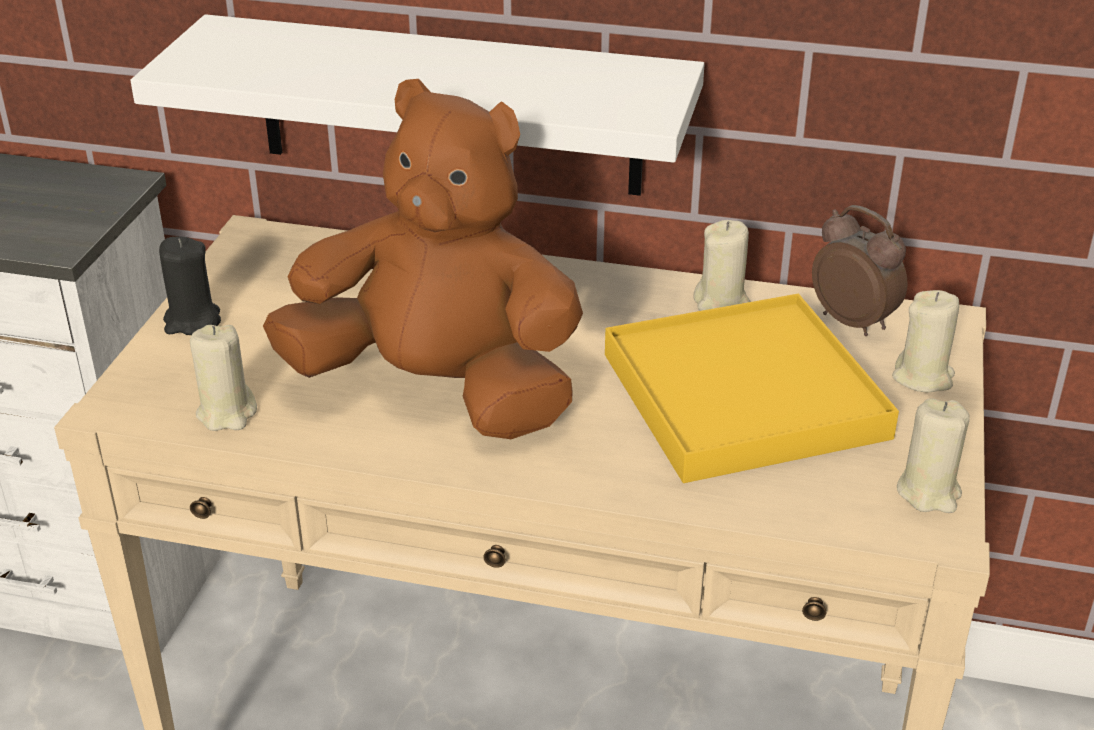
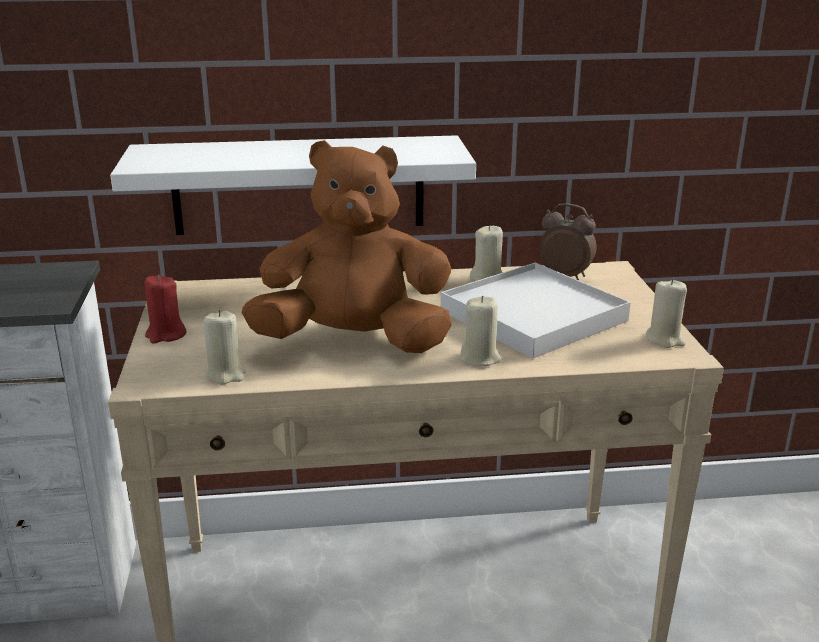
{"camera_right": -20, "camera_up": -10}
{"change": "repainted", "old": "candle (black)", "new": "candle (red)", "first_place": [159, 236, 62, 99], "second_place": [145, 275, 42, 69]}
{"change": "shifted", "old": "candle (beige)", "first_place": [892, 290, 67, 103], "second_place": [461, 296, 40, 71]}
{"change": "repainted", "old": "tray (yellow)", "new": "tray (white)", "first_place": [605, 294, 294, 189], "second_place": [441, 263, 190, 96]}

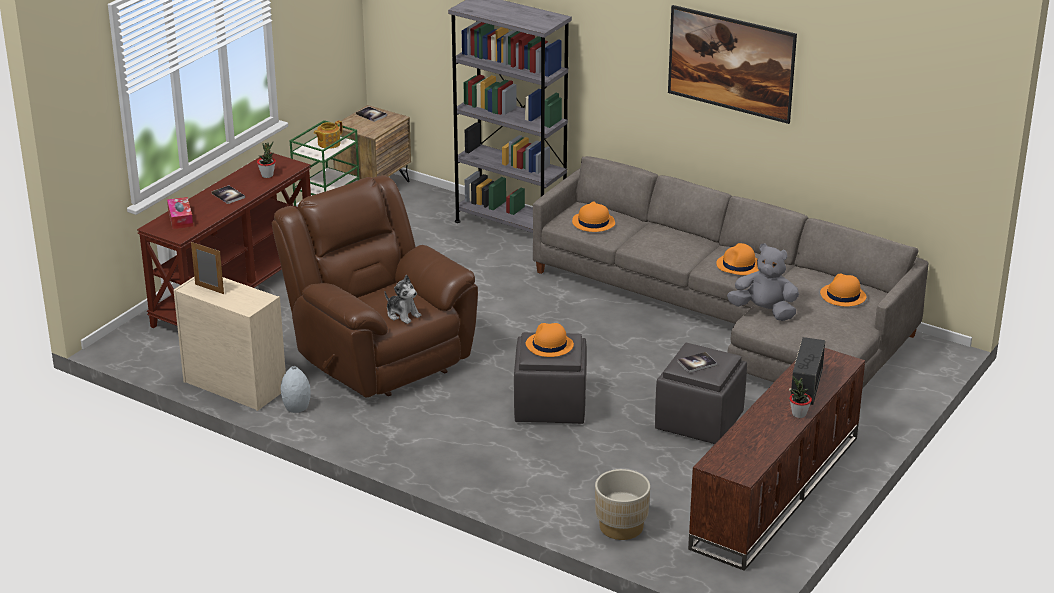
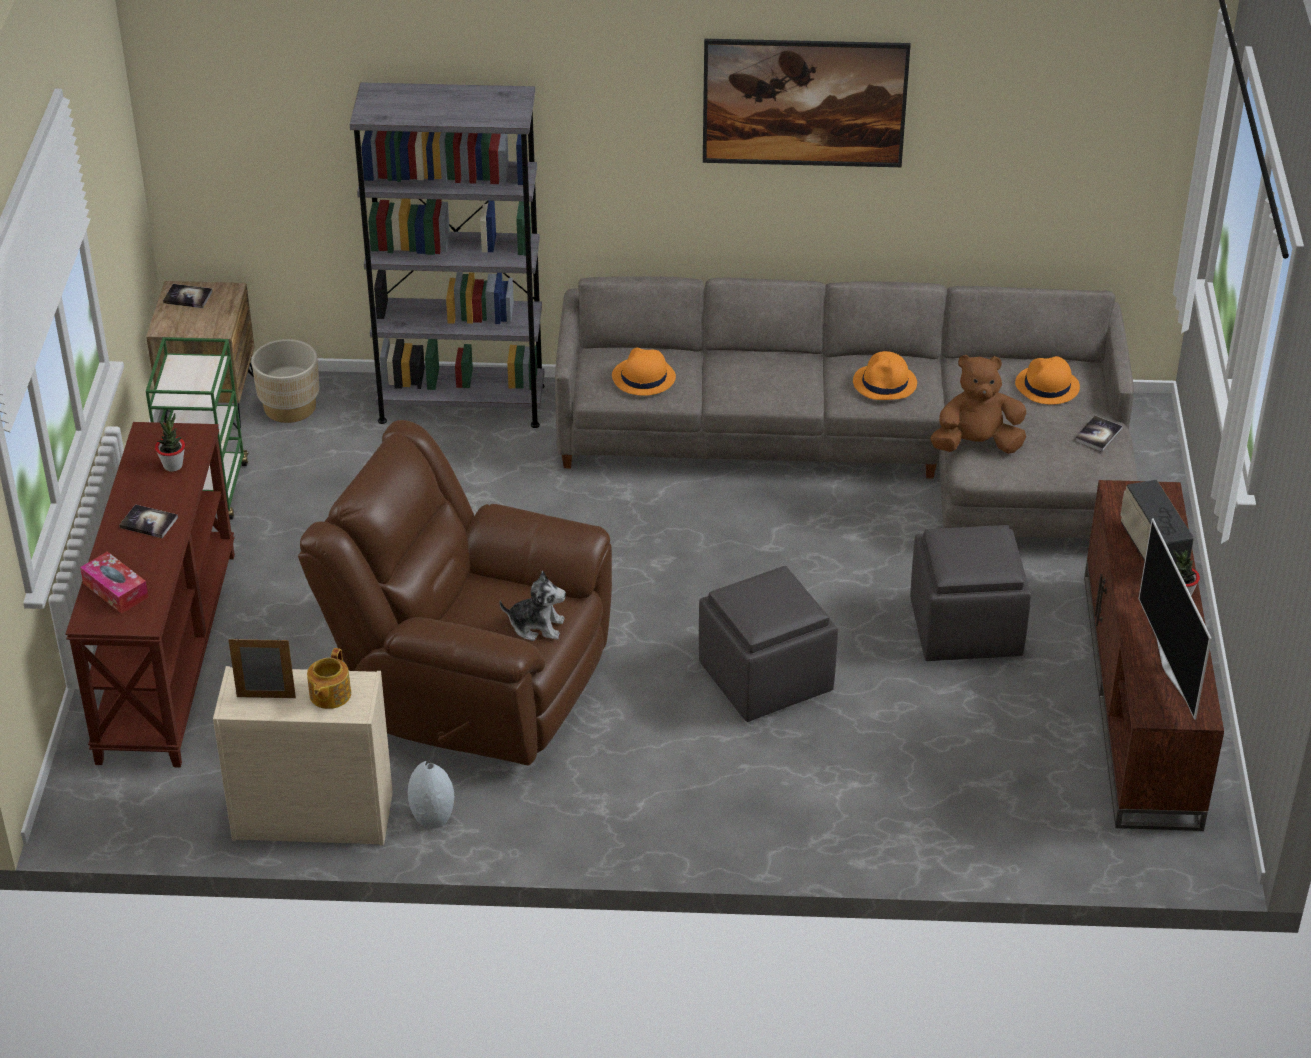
{"camera_right": -30, "camera_up": 10}
{"change": "shifted", "old": "teapot", "first_place": [314, 120, 29, 29], "second_place": [307, 648, 44, 61]}
{"change": "repainted", "old": "plush toy (grey)", "new": "plush toy (brown)", "first_place": [727, 243, 72, 78], "second_place": [930, 355, 96, 99]}
{"change": "gone", "old": "hat (orange)", "first_place": [526, 323, 48, 34]}
{"change": "shifted", "old": "book", "first_place": [677, 352, 40, 21], "second_place": [1074, 416, 49, 35]}
{"change": "shifted", "old": "planter (beige)", "first_place": [595, 469, 55, 71], "second_place": [252, 339, 67, 84]}
{"change": "new", "new": "television", "second_place": [1139, 518, 73, 202]}

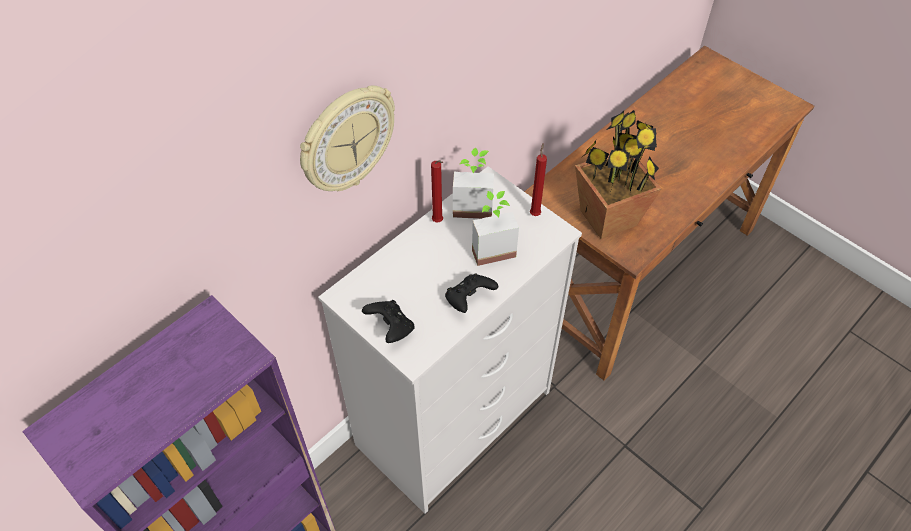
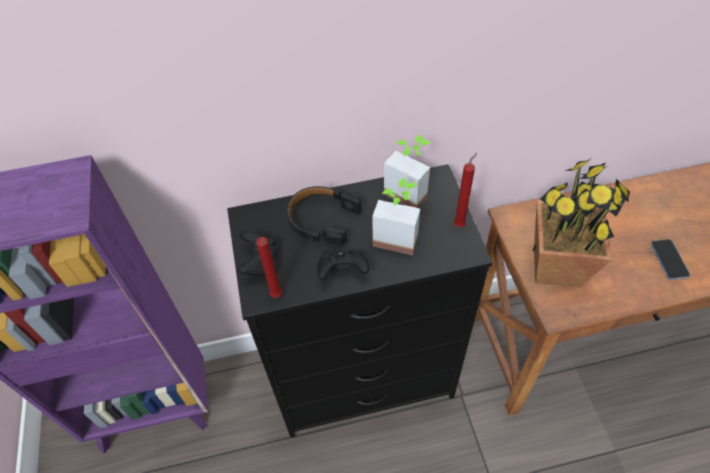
{"camera_right": 35, "camera_up": 0}
{"change": "gone", "old": "wall clock", "first_place": [300, 85, 95, 106]}
{"change": "shifted", "old": "candle (red)", "first_place": [431, 160, 12, 62], "second_place": [256, 237, 26, 61]}
{"change": "repainted", "old": "dresser (white)", "new": "dresser (black)", "first_place": [318, 166, 264, 348], "second_place": [227, 164, 266, 274]}
{"change": "new", "new": "headphones (black)", "second_place": [287, 186, 74, 60]}
{"change": "new", "new": "phone", "second_place": [650, 239, 40, 41]}

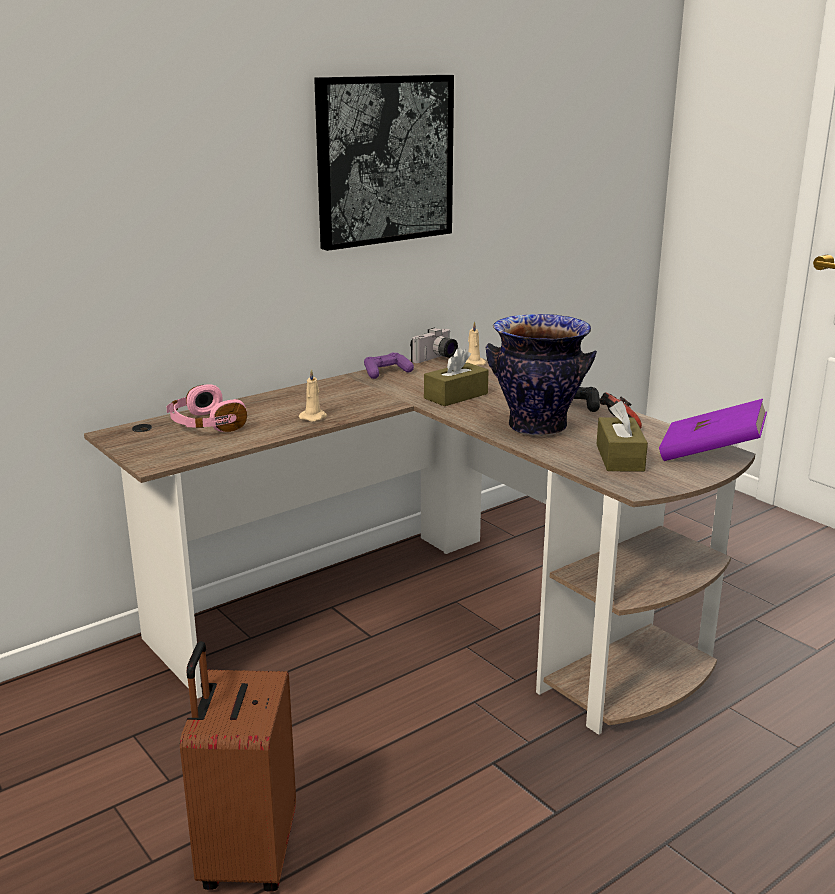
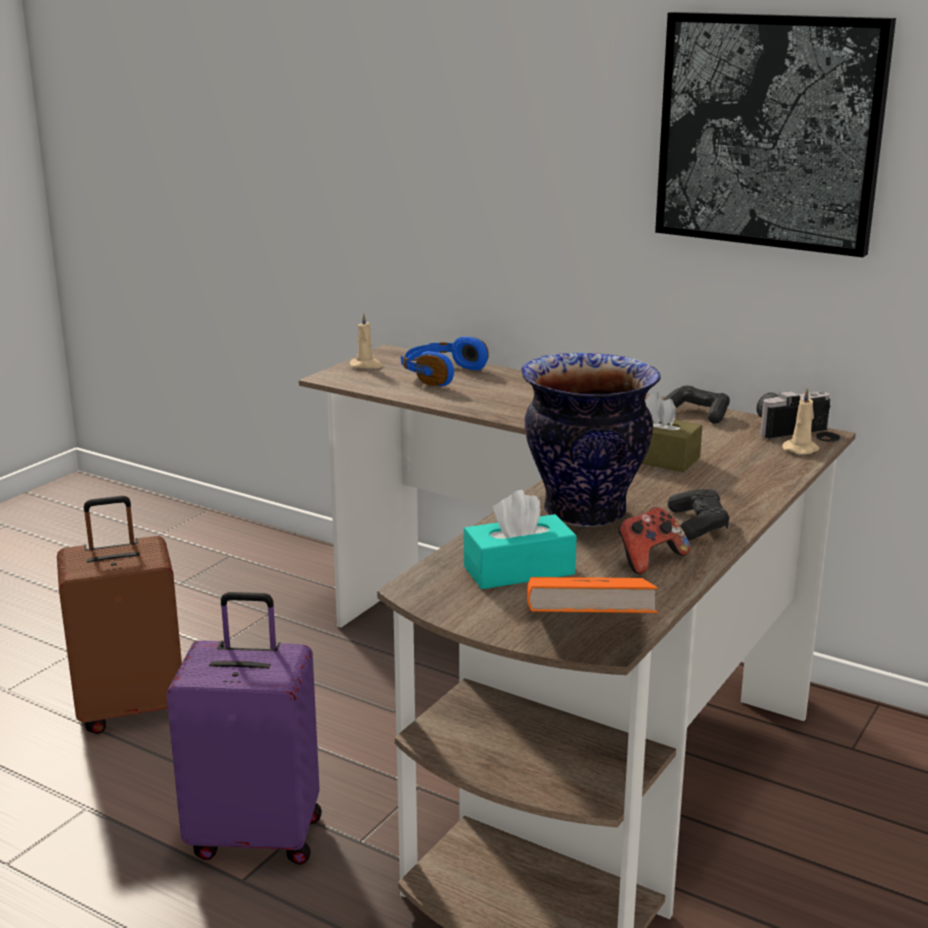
{"camera_right": 70, "camera_up": 0}
{"change": "rotated", "old": "photo camera", "first_place": [410, 328, 48, 35], "second_place": [757, 391, 73, 47], "degrees": 135}
{"change": "repainted", "old": "game controller (purple)", "new": "game controller (black)", "first_place": [364, 353, 50, 26], "second_place": [663, 386, 67, 38]}
{"change": "shifted", "old": "candle (beige)", "first_place": [299, 369, 28, 53], "second_place": [350, 313, 33, 56]}
{"change": "repainted", "old": "headphones (pink)", "new": "headphones (blue)", "first_place": [167, 385, 80, 47], "second_place": [401, 337, 87, 49]}
{"change": "repainted", "old": "book (purple)", "new": "book (orange)", "first_place": [659, 399, 108, 62], "second_place": [527, 577, 130, 36]}
{"change": "repainted", "old": "tissue box (brown)", "new": "tissue box (turquoise)", "first_place": [596, 401, 52, 71], "second_place": [464, 490, 113, 99]}
{"change": "new", "new": "suitcase (purple)", "second_place": [166, 592, 156, 272]}

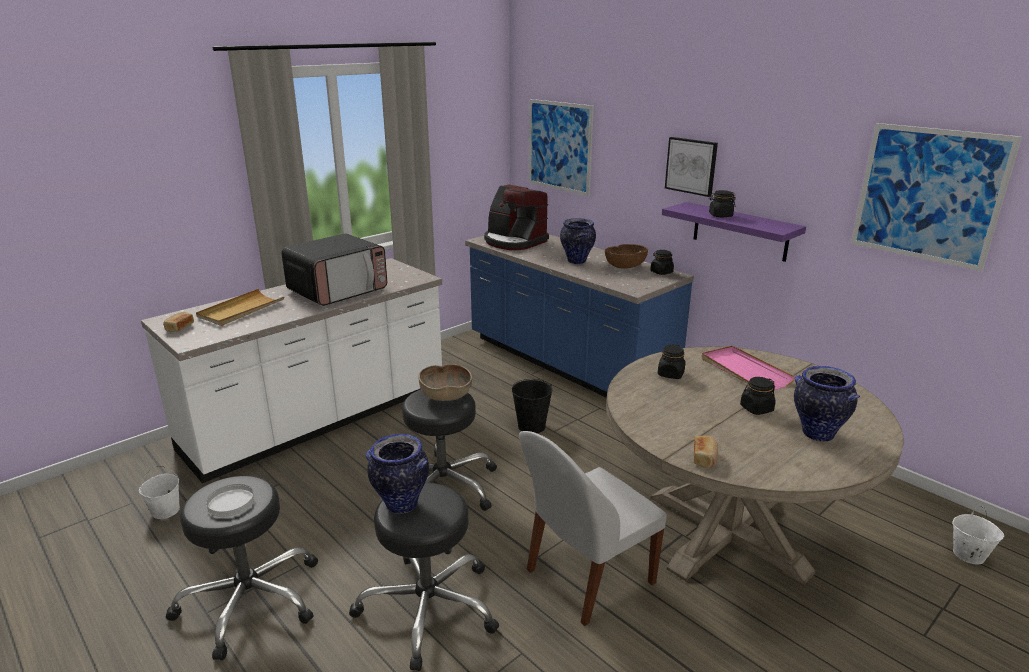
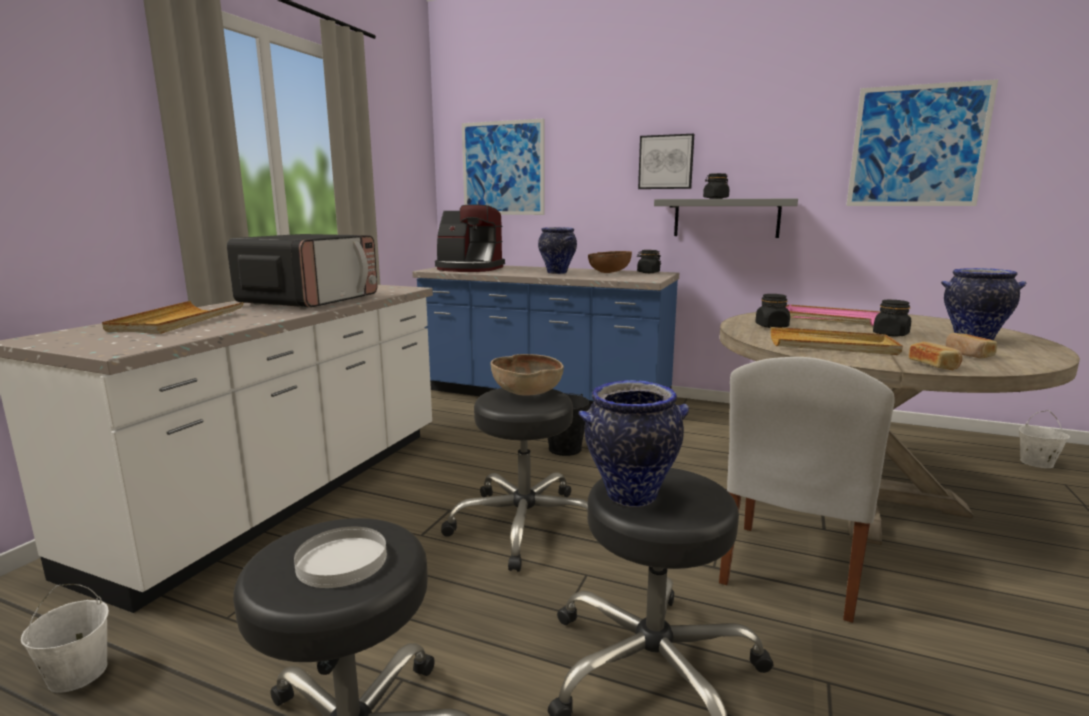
{"camera_right": -25, "camera_up": -10}
{"change": "repainted", "old": "shelf (purple)", "new": "shelf (grey)", "first_place": [662, 202, 144, 60], "second_place": [654, 199, 144, 39]}
{"change": "shifted", "old": "bread", "first_place": [163, 312, 31, 20], "second_place": [946, 333, 51, 26]}
{"change": "new", "new": "tray (beige)", "second_place": [770, 327, 133, 28]}

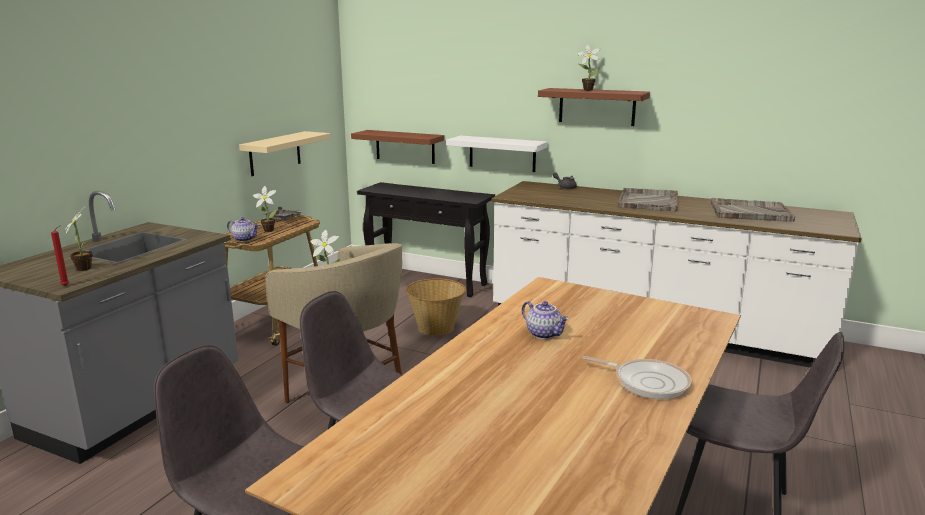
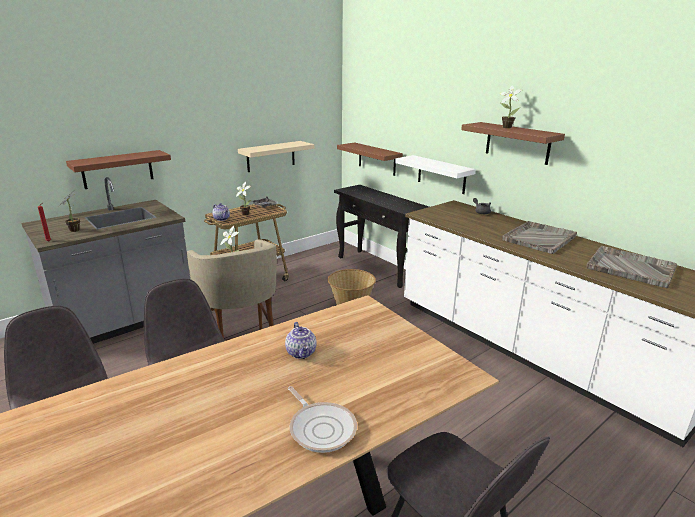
{"camera_right": 25, "camera_up": 5}
{"change": "new", "new": "shelf (brown)", "second_place": [66, 150, 105, 39]}

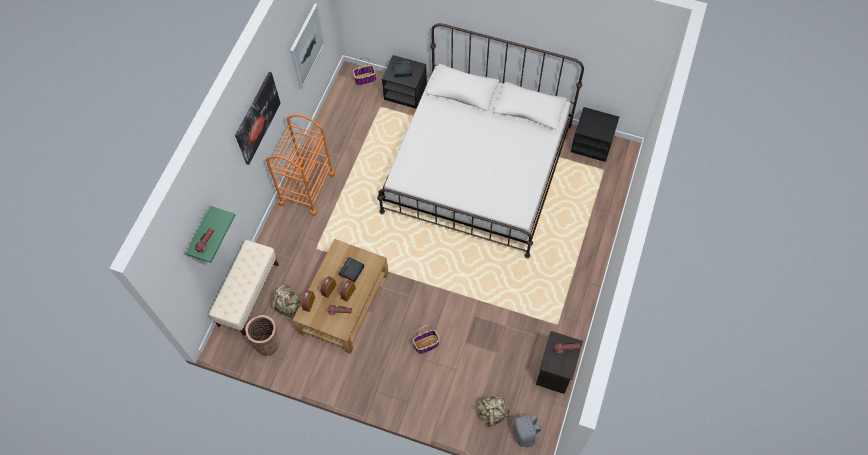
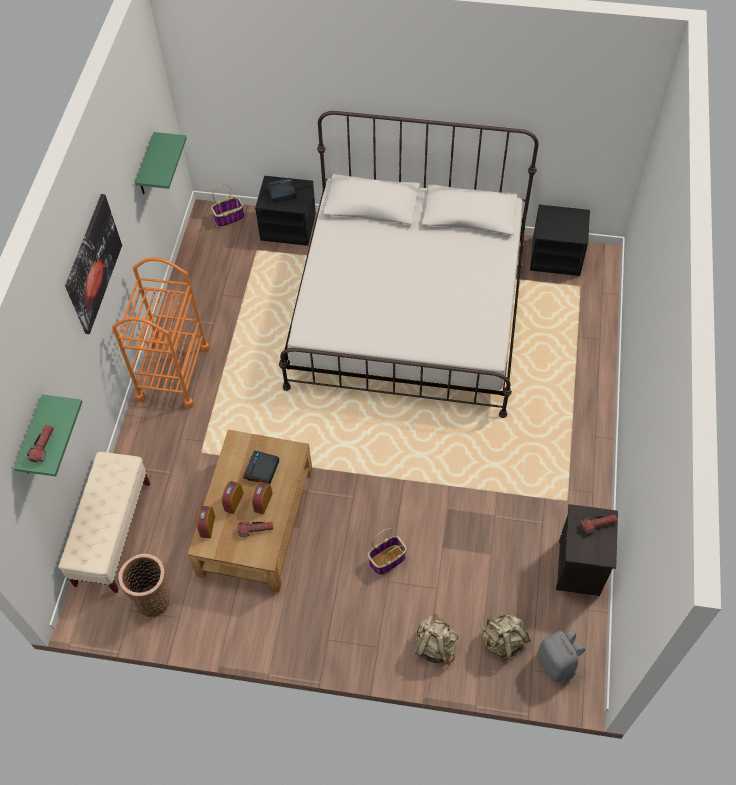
{"camera_right": -10, "camera_up": -5}
{"change": "swapped", "old": "picture", "new": "shelf (green)", "first_place": [290, 4, 35, 85], "second_place": [135, 132, 52, 62]}
{"change": "shifted", "old": "backpack (beige)", "first_place": [272, 285, 28, 33], "second_place": [415, 614, 43, 51]}

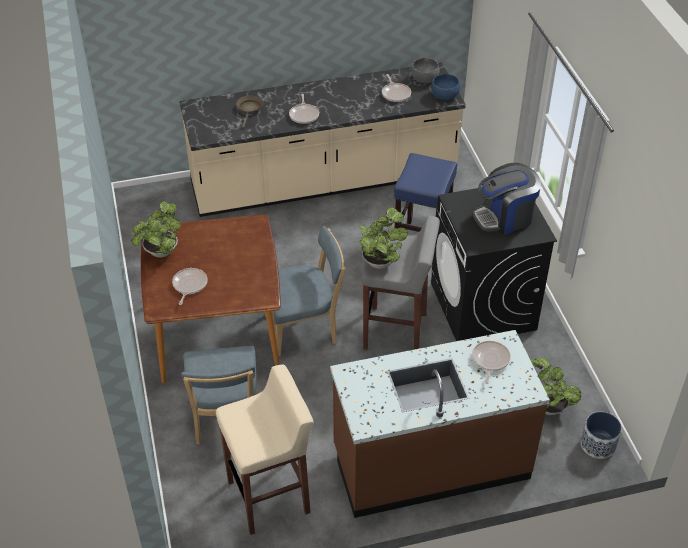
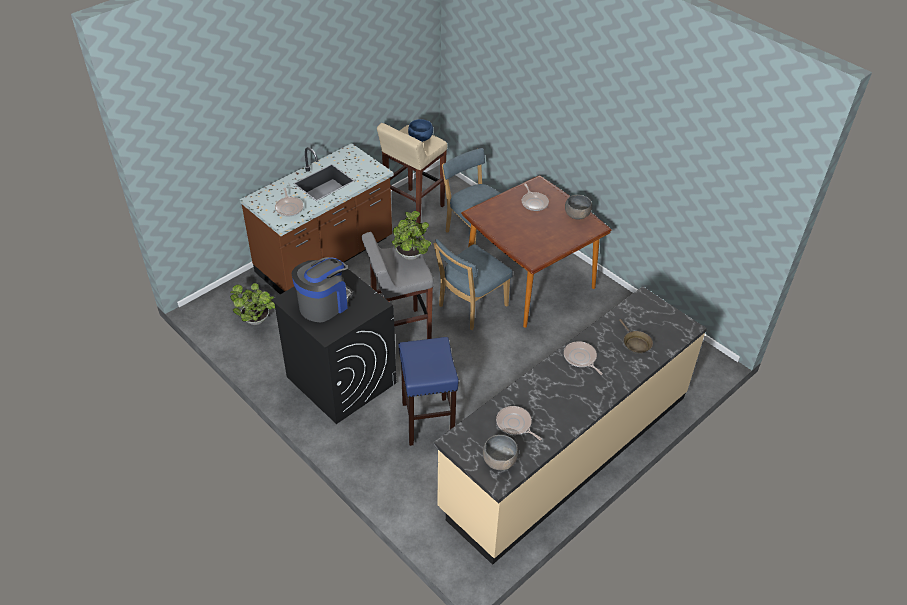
{"camera_right": 150, "camera_up": 0}
{"change": "shifted", "old": "bowl (blue)", "first_place": [431, 74, 29, 26], "second_place": [408, 119, 25, 23]}
{"change": "swapped", "old": "potted plant", "new": "bowl (grey)", "first_place": [131, 201, 50, 57], "second_place": [565, 195, 27, 24]}
{"change": "gone", "old": "planter", "first_place": [581, 412, 41, 47]}

